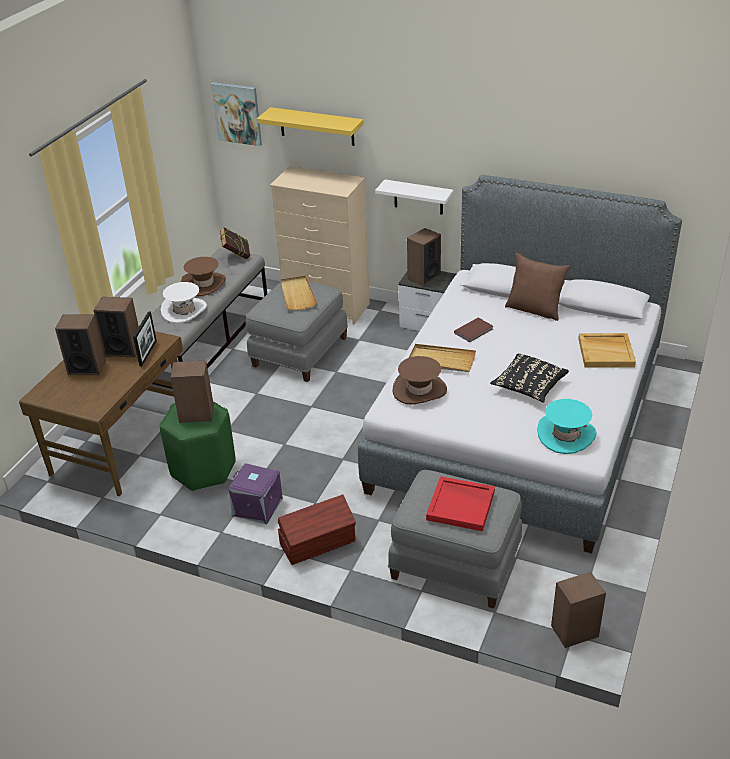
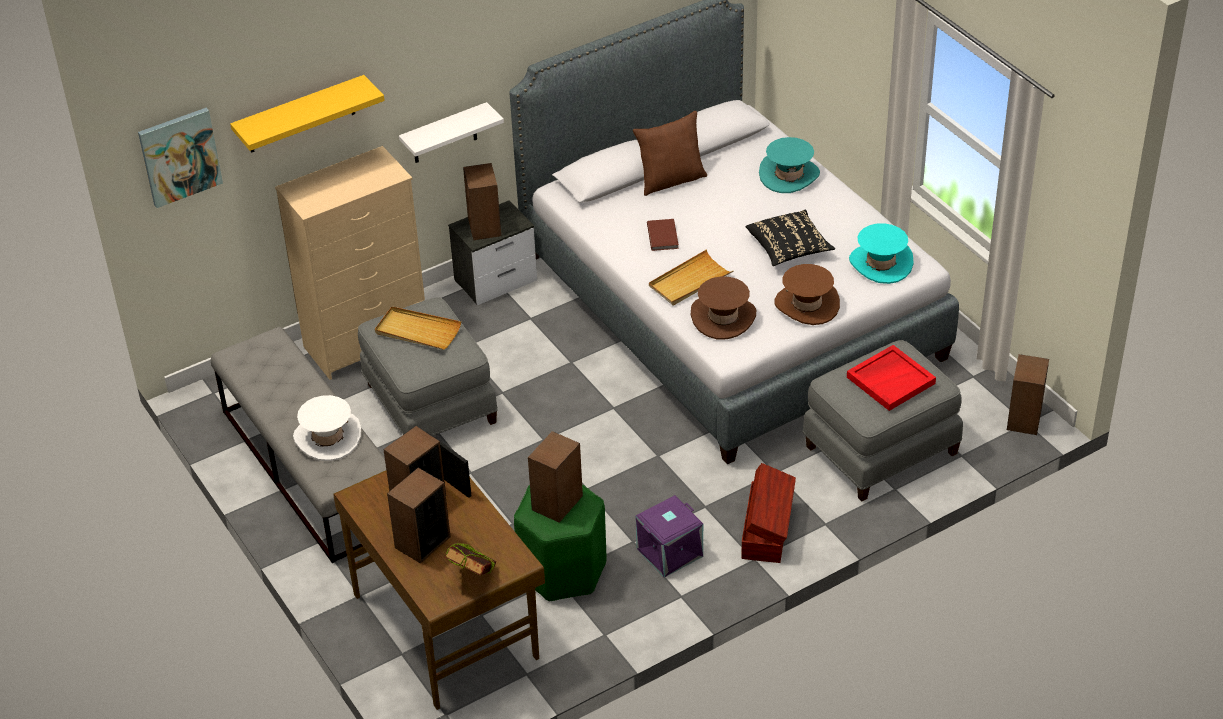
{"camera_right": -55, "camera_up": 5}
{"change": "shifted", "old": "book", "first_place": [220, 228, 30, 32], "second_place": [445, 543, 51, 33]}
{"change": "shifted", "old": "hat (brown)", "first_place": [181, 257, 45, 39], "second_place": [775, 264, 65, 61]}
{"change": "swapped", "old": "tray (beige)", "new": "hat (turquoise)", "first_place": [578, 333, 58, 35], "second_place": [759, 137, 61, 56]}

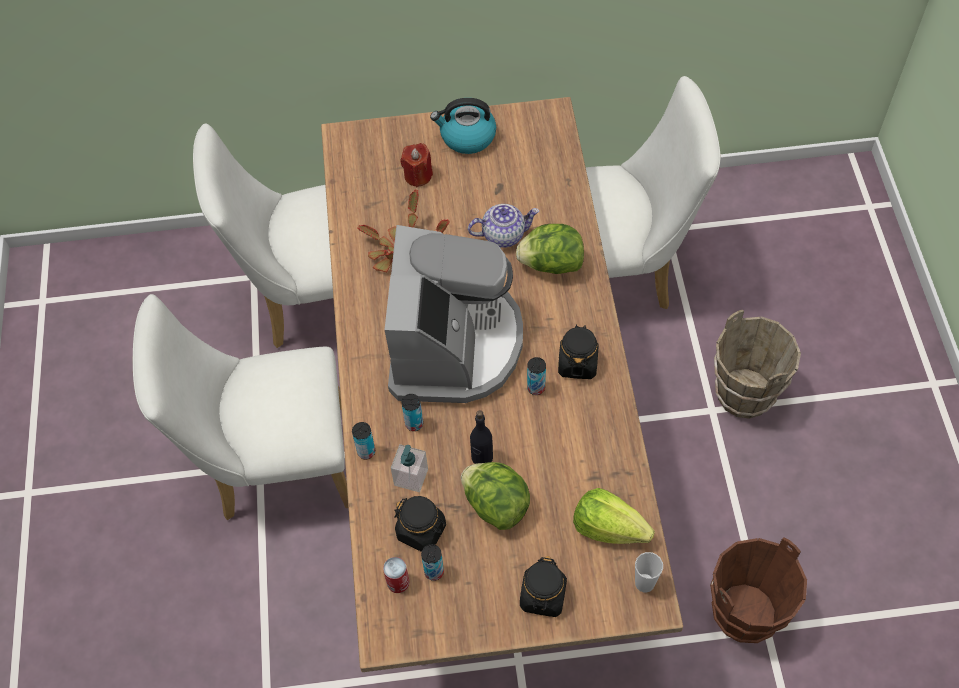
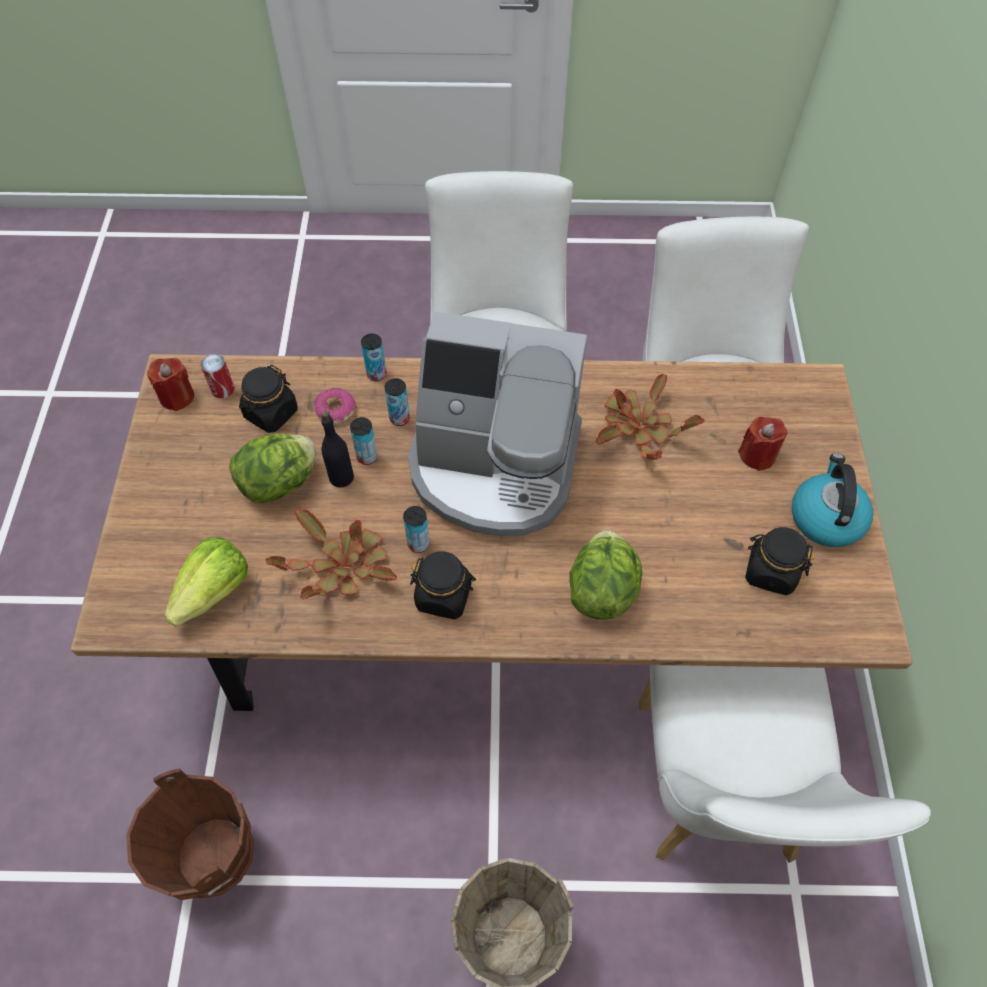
{"camera_right": 95, "camera_up": 0}
{"change": "gone", "old": "teapot", "first_place": [468, 204, 71, 44]}
{"change": "swapped", "old": "soap dispenser", "new": "donut", "first_place": [391, 444, 37, 48], "second_place": [314, 388, 42, 36]}
{"change": "shifted", "old": "can", "first_place": [421, 544, 23, 37], "second_place": [350, 417, 27, 48]}
{"change": "gone", "old": "cup", "first_place": [635, 552, 28, 41]}
{"change": "shifted", "old": "jar (black)", "first_place": [520, 556, 47, 61], "second_place": [745, 527, 70, 68]}
{"change": "new", "new": "candle (red)", "second_place": [147, 358, 47, 53]}
{"change": "new", "new": "potted plant", "second_place": [265, 508, 132, 92]}

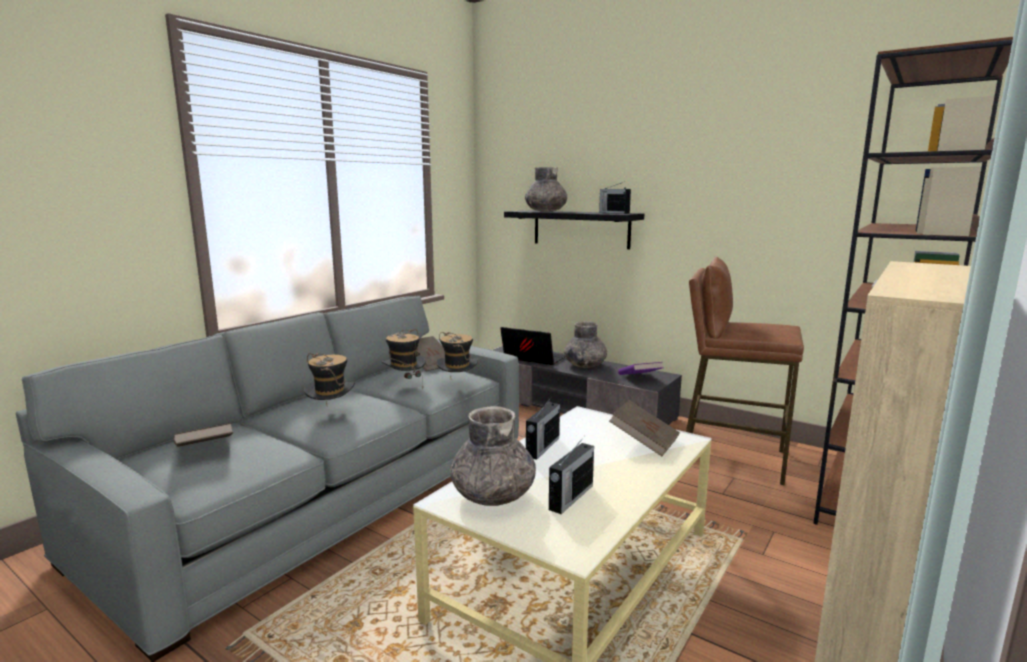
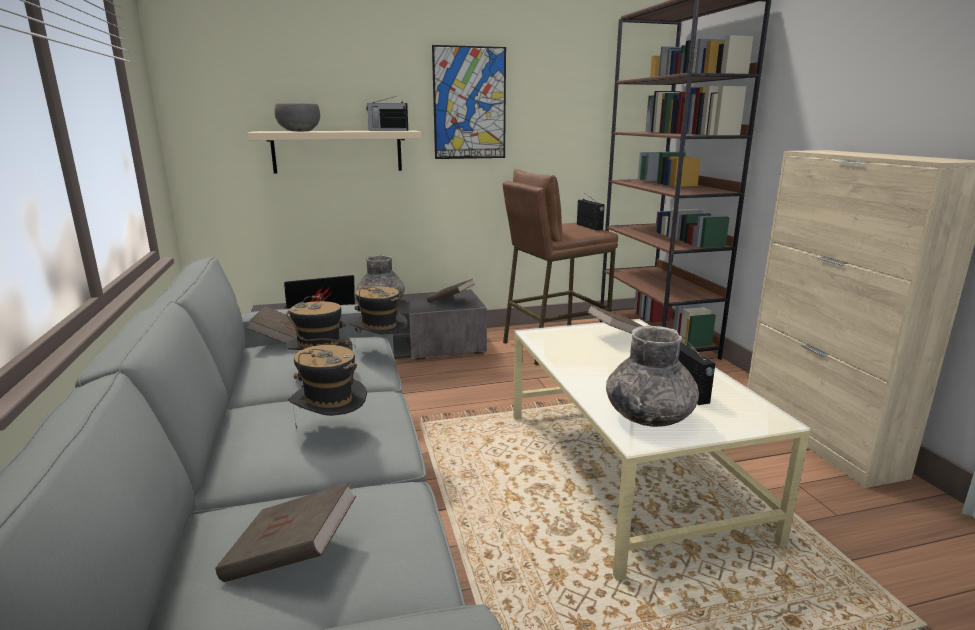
{"camera_right": -50, "camera_up": 5}
{"change": "swapped", "old": "vase (grey)", "new": "bowl (grey)", "first_place": [525, 167, 42, 45], "second_place": [275, 103, 45, 28]}
{"change": "repainted", "old": "shelf (black)", "new": "shelf (beige)", "first_place": [504, 210, 140, 39], "second_place": [247, 130, 174, 43]}
{"change": "repainted", "old": "book (purple)", "new": "book (brown)", "first_place": [618, 362, 45, 13], "second_place": [426, 279, 49, 24]}
{"change": "shifted", "old": "radio", "first_place": [526, 395, 34, 65], "second_place": [577, 194, 28, 36]}
{"change": "new", "new": "picture", "second_place": [432, 45, 74, 114]}

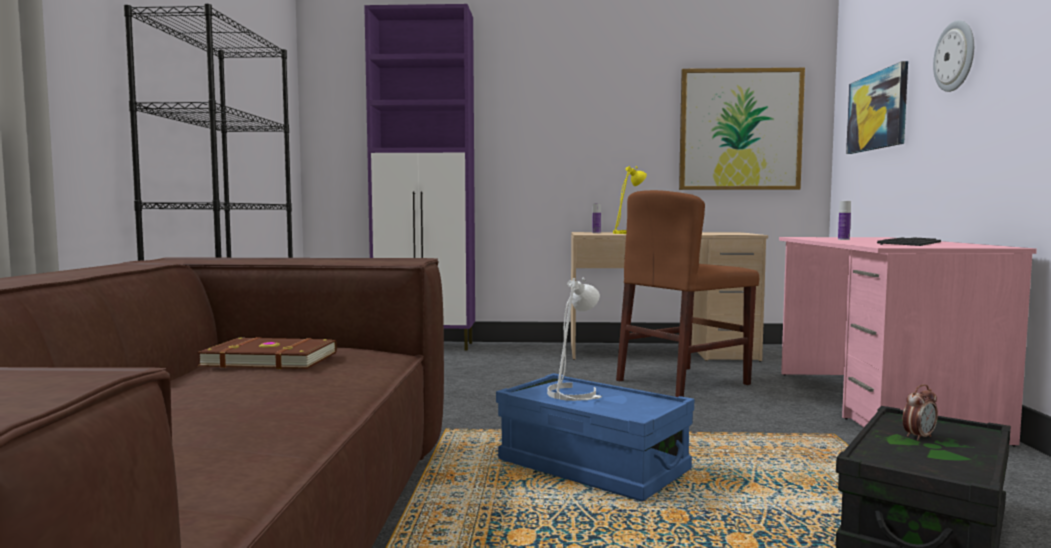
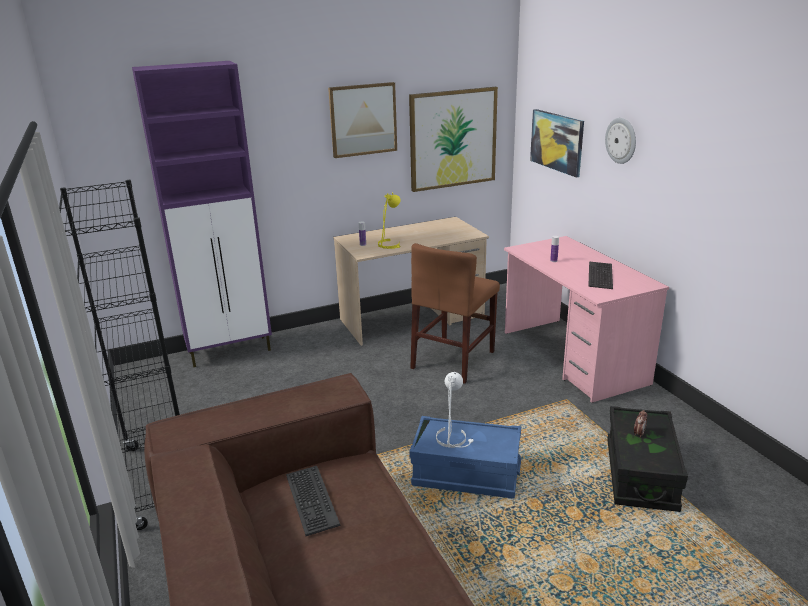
{"camera_right": -25, "camera_up": 20}
{"change": "swapped", "old": "book (brown)", "new": "keyboard", "first_place": [197, 337, 140, 32], "second_place": [286, 466, 54, 70]}
{"change": "new", "new": "picture", "second_place": [328, 82, 69, 76]}

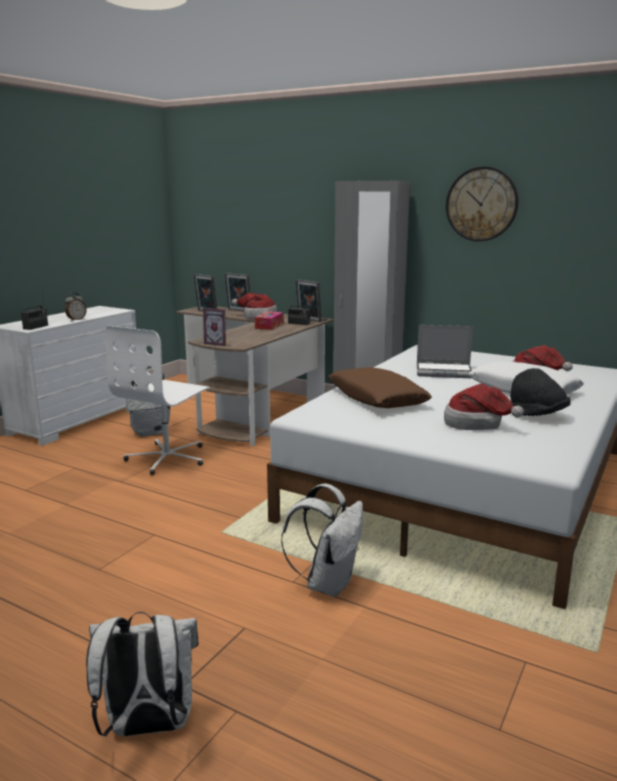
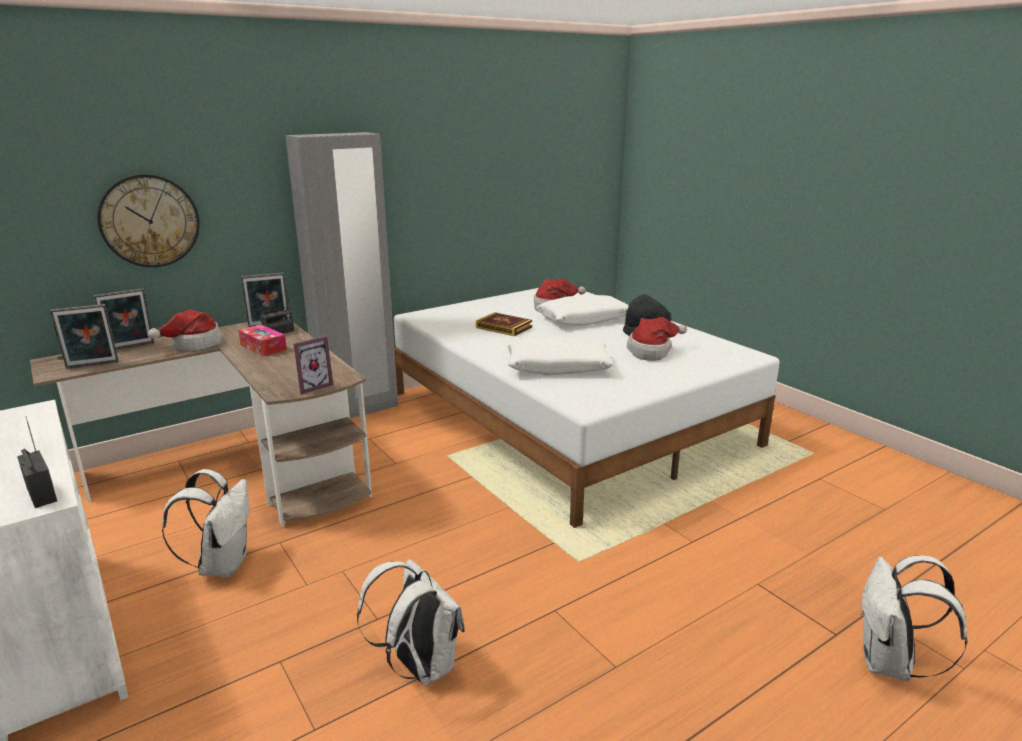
{"camera_right": -65, "camera_up": 5}
{"change": "shifted", "old": "wall clock", "first_place": [446, 166, 72, 75], "second_place": [97, 174, 103, 93]}
{"change": "gone", "old": "alarm clock", "first_place": [65, 293, 21, 28]}
{"change": "swapped", "old": "laptop", "new": "book", "first_place": [417, 325, 56, 53], "second_place": [476, 312, 56, 24]}
{"change": "gone", "old": "office chair (white)", "first_place": [105, 326, 105, 149]}
{"change": "repainted", "old": "pillow (brown)", "new": "pillow (white)", "first_place": [328, 367, 104, 41], "second_place": [508, 337, 106, 38]}
{"change": "shifted", "old": "backpack (white)", "first_place": [281, 484, 82, 113], "second_place": [357, 559, 108, 127]}

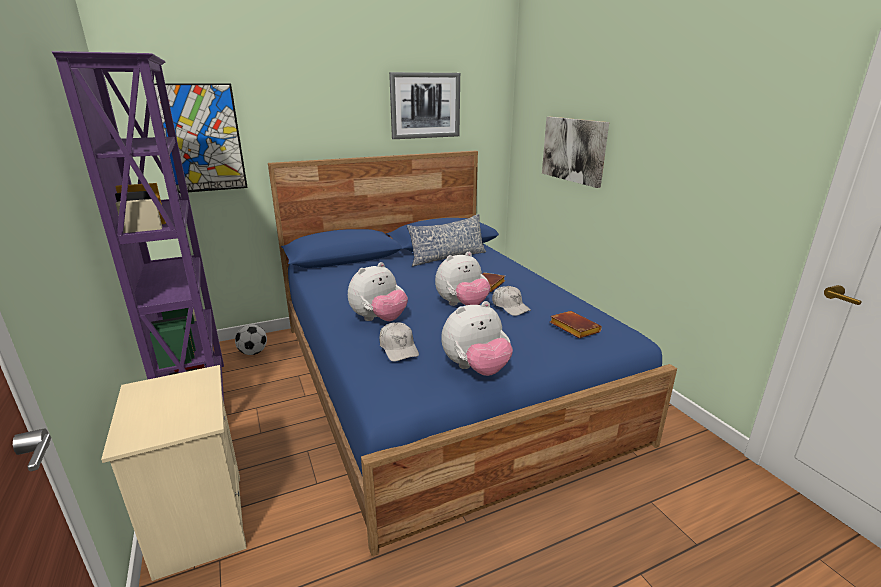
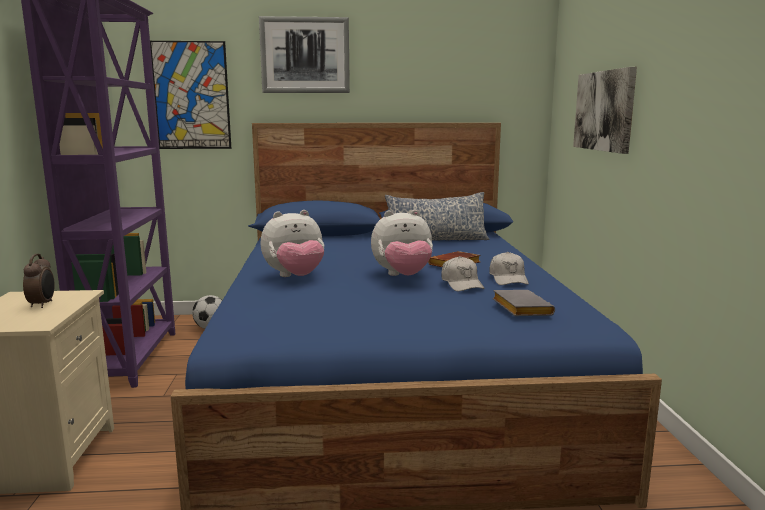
{"camera_right": 20, "camera_up": -10}
{"change": "shifted", "old": "picture", "first_place": [389, 72, 71, 67], "second_place": [259, 16, 91, 77]}
{"change": "gone", "old": "plush toy", "first_place": [441, 301, 72, 75]}
{"change": "repainted", "old": "book (brown)", "new": "book (grey)", "first_place": [550, 311, 52, 27], "second_place": [492, 290, 63, 26]}
{"change": "shifted", "old": "cap (white)", "first_place": [379, 322, 40, 39], "second_place": [489, 252, 40, 33]}
{"change": "new", "new": "alarm clock", "second_place": [23, 254, 32, 54]}

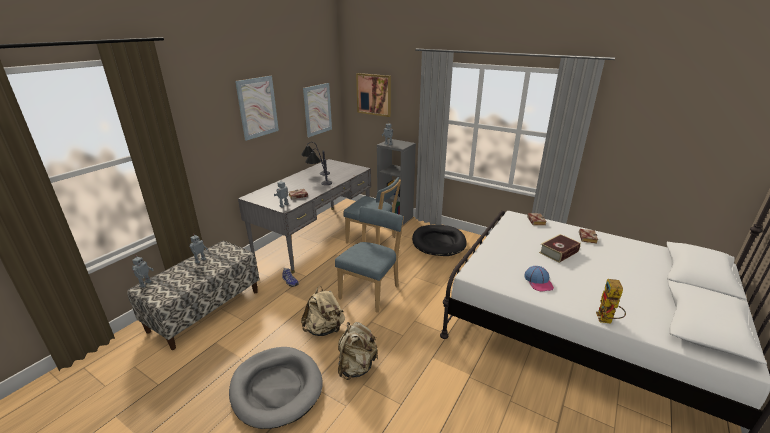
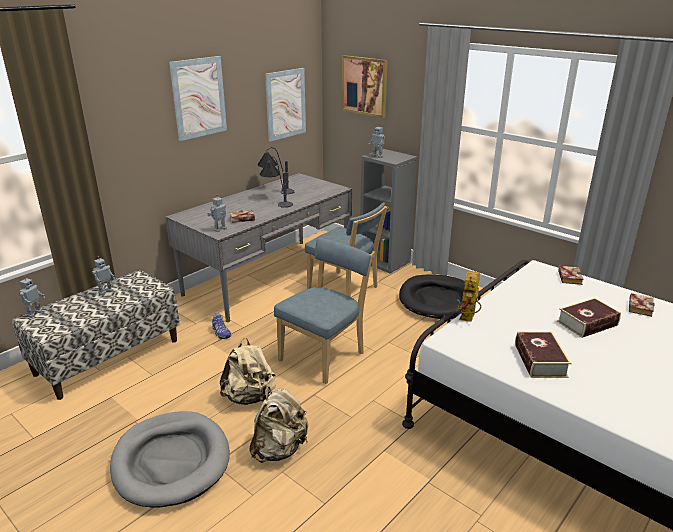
{"camera_right": 10, "camera_up": 0}
{"change": "swapped", "old": "cap", "new": "book", "first_place": [524, 266, 30, 26], "second_place": [515, 332, 57, 46]}
{"change": "shifted", "old": "toy robot", "first_place": [596, 279, 30, 45], "second_place": [457, 271, 24, 51]}

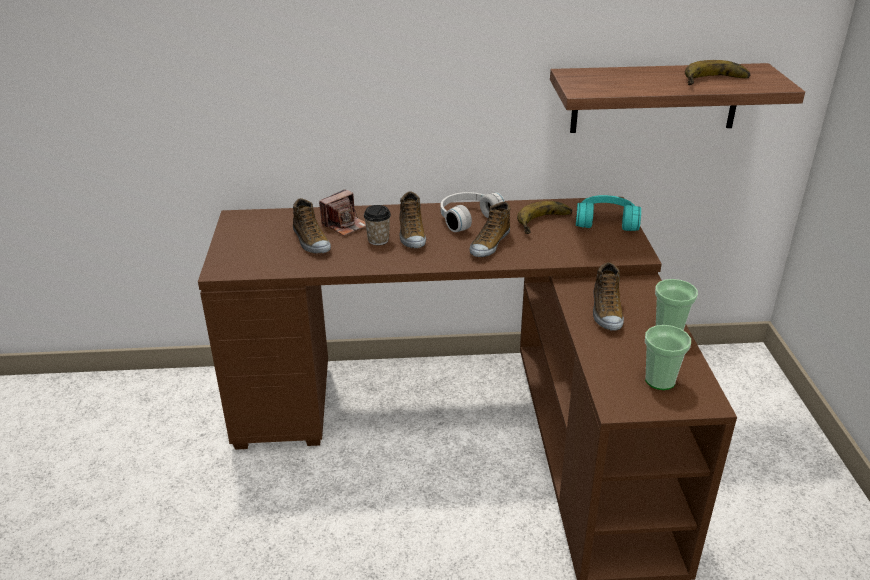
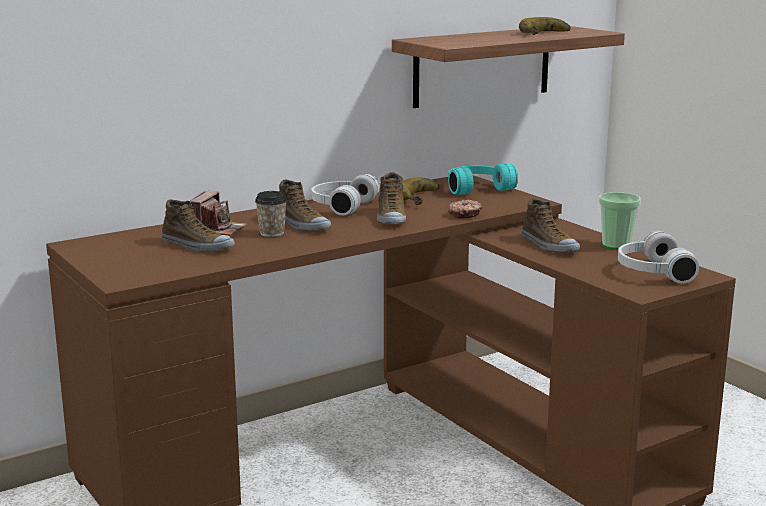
{"camera_right": -30, "camera_up": -15}
{"change": "swapped", "old": "cup", "new": "headphones (white)", "first_place": [645, 325, 46, 65], "second_place": [618, 231, 81, 53]}
{"change": "new", "new": "donut", "second_place": [448, 200, 34, 19]}

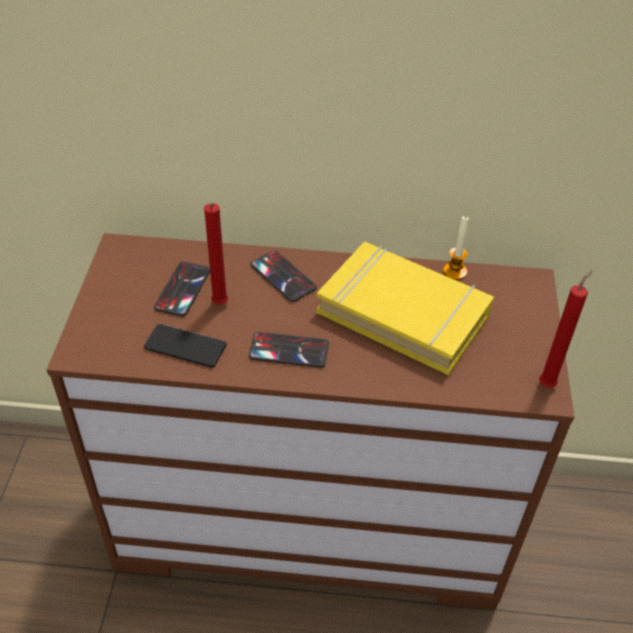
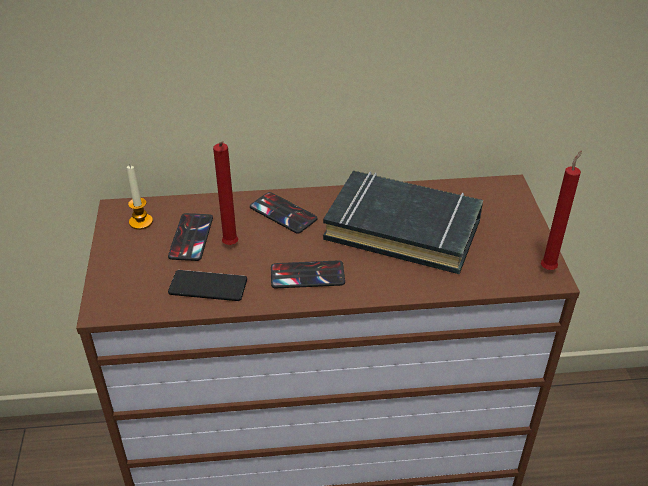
{"camera_right": -10, "camera_up": -5}
{"change": "shifted", "old": "candle", "first_place": [443, 216, 26, 64], "second_place": [127, 166, 26, 64]}
{"change": "repainted", "old": "book (yellow)", "new": "book (black)", "first_place": [316, 242, 178, 133], "second_place": [323, 171, 160, 103]}

